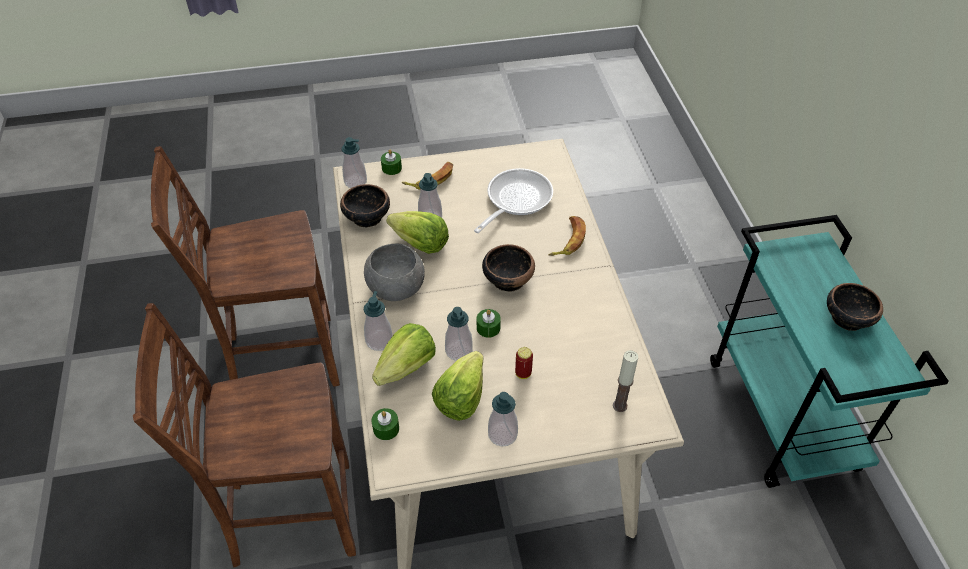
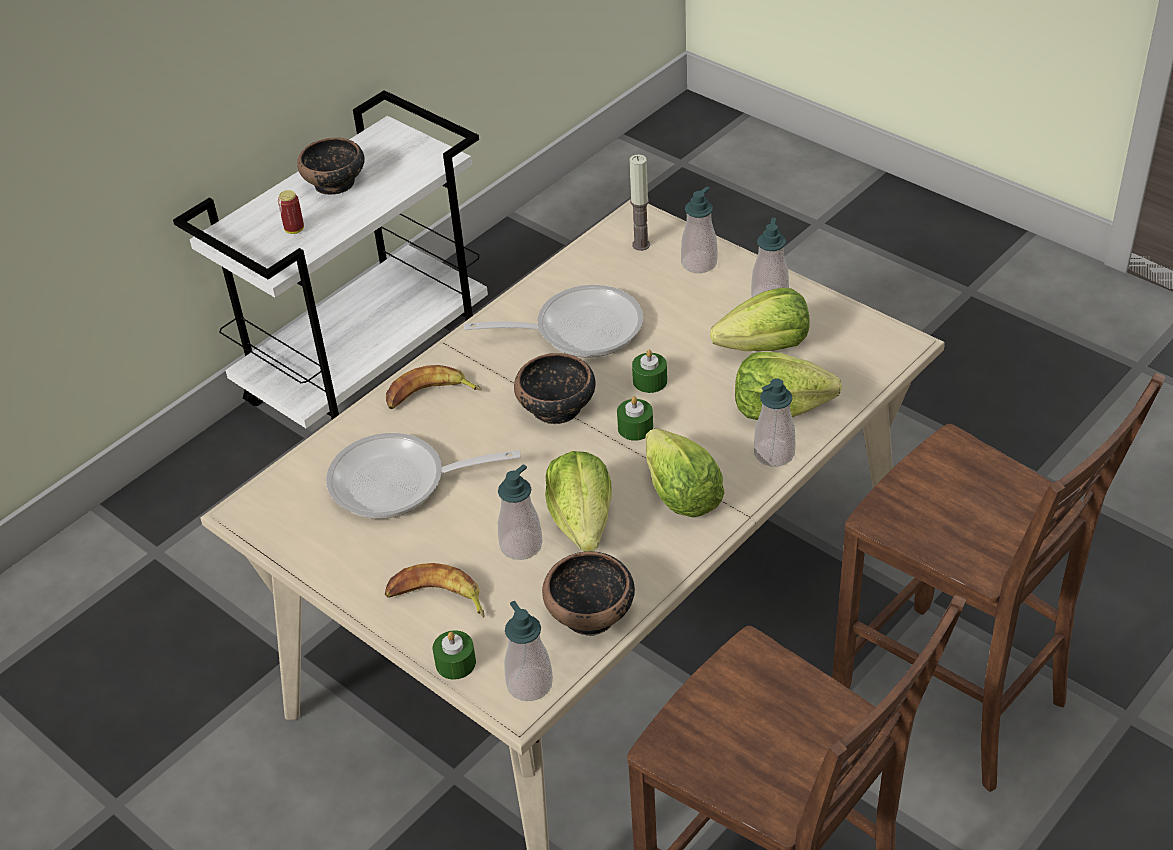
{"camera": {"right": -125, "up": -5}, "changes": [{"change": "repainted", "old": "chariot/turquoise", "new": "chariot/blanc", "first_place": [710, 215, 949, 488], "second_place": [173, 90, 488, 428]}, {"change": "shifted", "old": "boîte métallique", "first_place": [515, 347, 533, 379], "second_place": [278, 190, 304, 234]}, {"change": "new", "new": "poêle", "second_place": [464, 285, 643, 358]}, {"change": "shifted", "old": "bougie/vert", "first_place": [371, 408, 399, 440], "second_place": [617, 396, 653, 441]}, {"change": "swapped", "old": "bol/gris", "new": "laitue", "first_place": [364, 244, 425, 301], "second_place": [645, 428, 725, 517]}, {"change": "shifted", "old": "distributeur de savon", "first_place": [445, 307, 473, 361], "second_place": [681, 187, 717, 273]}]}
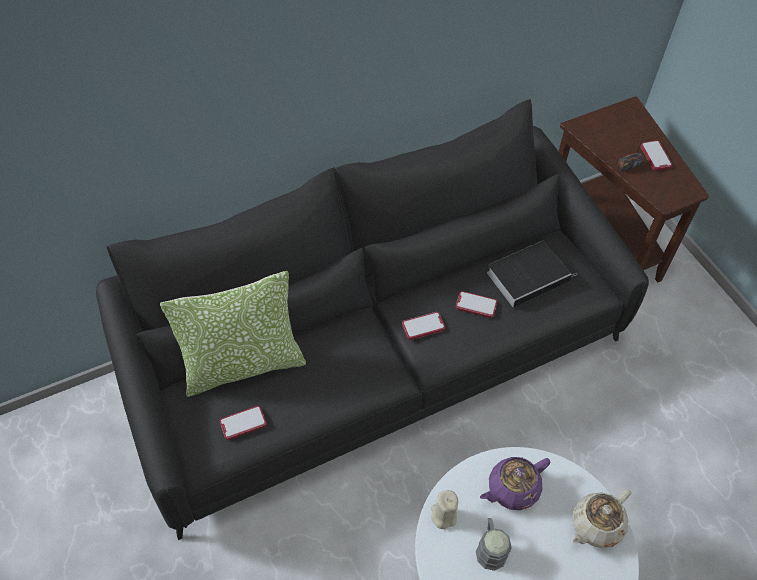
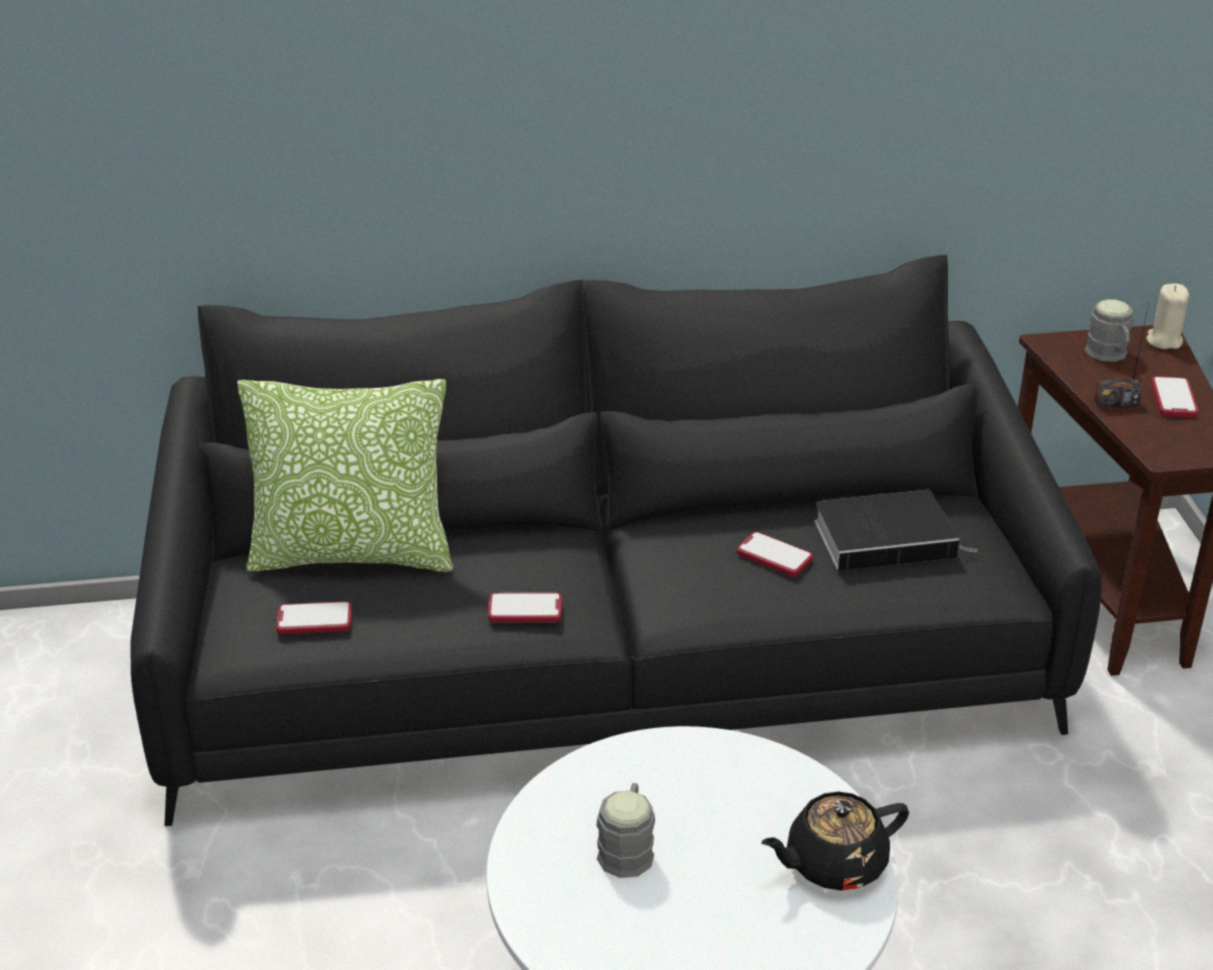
{"camera": {"right": 20, "up": -20}, "changes": [{"change": "shifted", "old": "téléphone", "first_place": [402, 312, 445, 340], "second_place": [488, 593, 562, 623]}, {"change": "repainted", "old": "théière/beige", "new": "théière/noir", "first_place": [572, 489, 631, 548], "second_place": [761, 792, 909, 891]}, {"change": "new", "new": "mug/gris", "second_place": [1085, 299, 1134, 362]}, {"change": "shifted", "old": "bougie/beige", "first_place": [431, 490, 458, 529], "second_place": [1146, 283, 1189, 349]}, {"change": "gone", "old": "théière/violet", "first_place": [480, 457, 551, 510]}]}
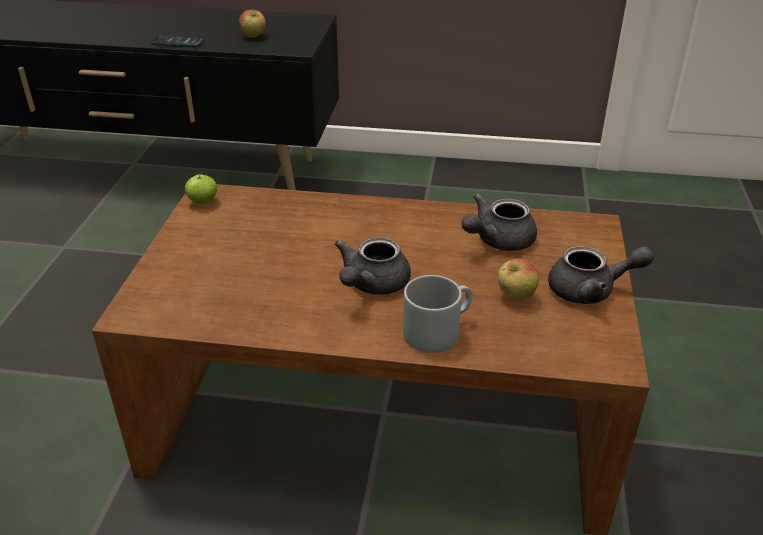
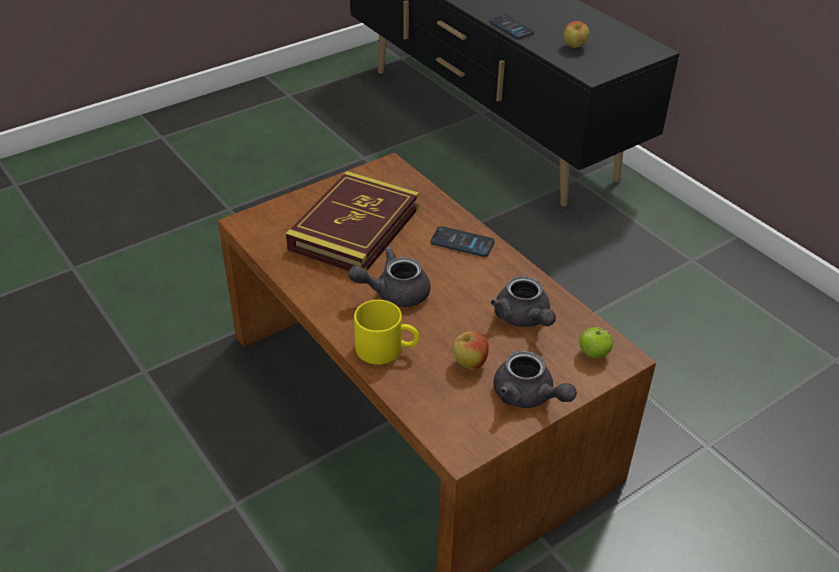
{"camera": {"right": 45, "up": 5}, "changes": [{"change": "new", "new": "livre", "second_place": [286, 171, 419, 272]}, {"change": "repainted", "old": "mug/gris", "new": "mug/jaune", "first_place": [403, 275, 472, 353], "second_place": [354, 300, 419, 364]}, {"change": "new", "new": "téléphone", "second_place": [431, 226, 495, 257]}, {"change": "rotated", "old": "théière/gris", "first_place": [462, 194, 537, 251], "second_place": [491, 276, 556, 327], "degrees": -120}, {"change": "shifted", "old": "pomme", "first_place": [185, 171, 217, 204], "second_place": [579, 327, 613, 358]}]}
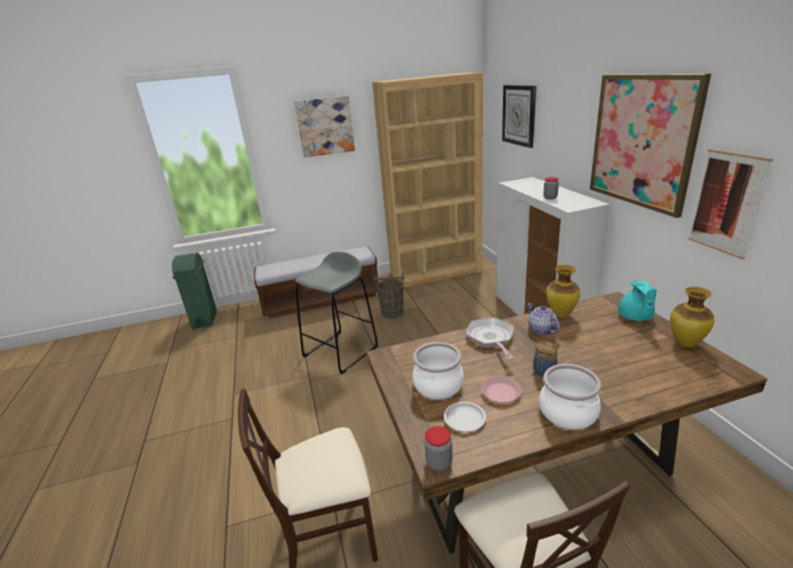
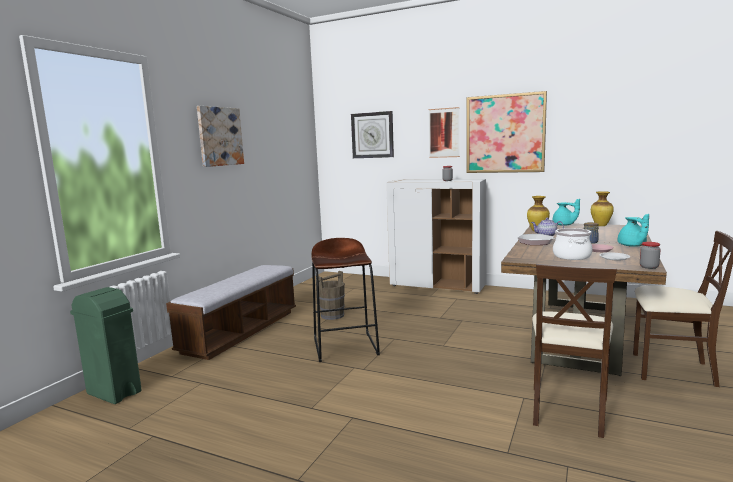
{"camera": {"right": -50, "up": -15}, "changes": [{"change": "repainted", "old": "tabouret/gris", "new": "tabouret/marron", "first_place": [295, 252, 378, 374], "second_place": [311, 238, 380, 362]}, {"change": "shifted", "old": "tableau", "first_place": [688, 149, 773, 259], "second_place": [428, 107, 460, 158]}, {"change": "swapped", "old": "marmite", "new": "théière/turquoise", "first_place": [539, 364, 601, 429], "second_place": [618, 214, 649, 247]}, {"change": "gone", "old": "bibliothèque/marron", "first_place": [372, 72, 483, 288]}]}
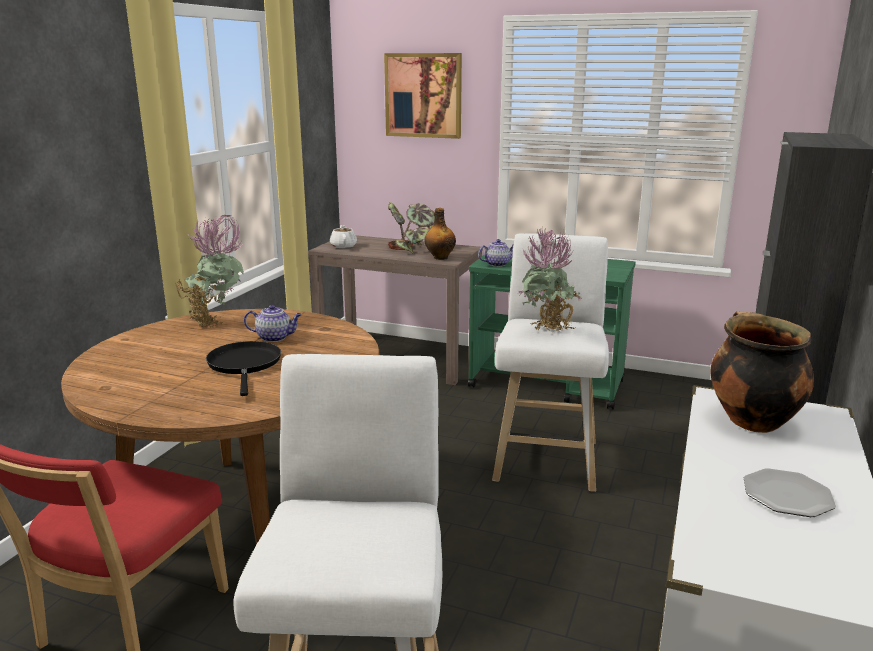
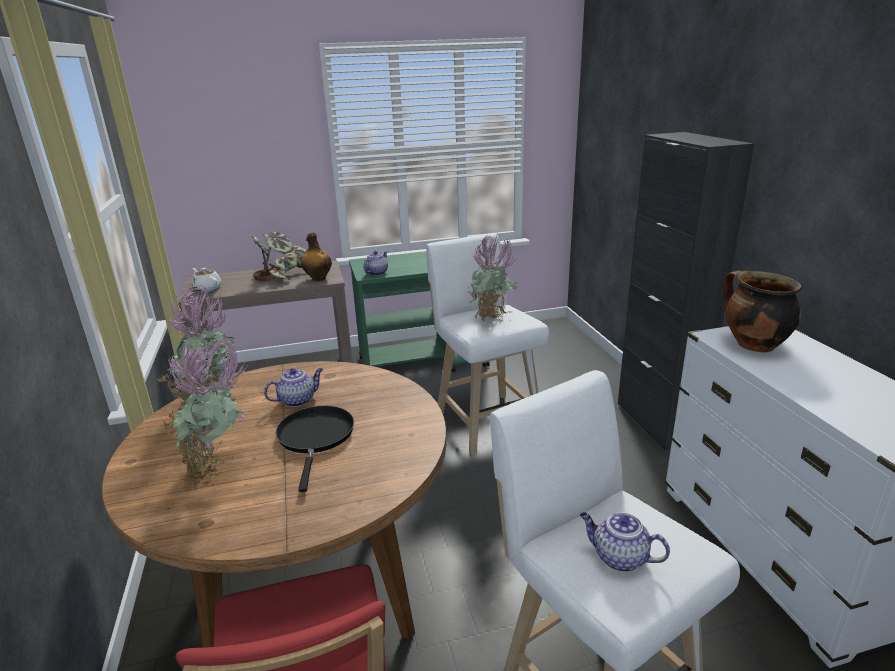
{"camera": {"right": -35, "up": 5}, "changes": [{"change": "new", "new": "plante en pot", "second_place": [163, 336, 249, 483]}, {"change": "rotated", "old": "poêle/noir", "first_place": [206, 341, 281, 396], "second_place": [276, 406, 354, 492], "degrees": 45}, {"change": "new", "new": "théière", "second_place": [580, 512, 670, 572]}, {"change": "gone", "old": "tableau", "first_place": [384, 53, 462, 139]}, {"change": "gone", "old": "assiette", "first_place": [744, 468, 836, 517]}]}
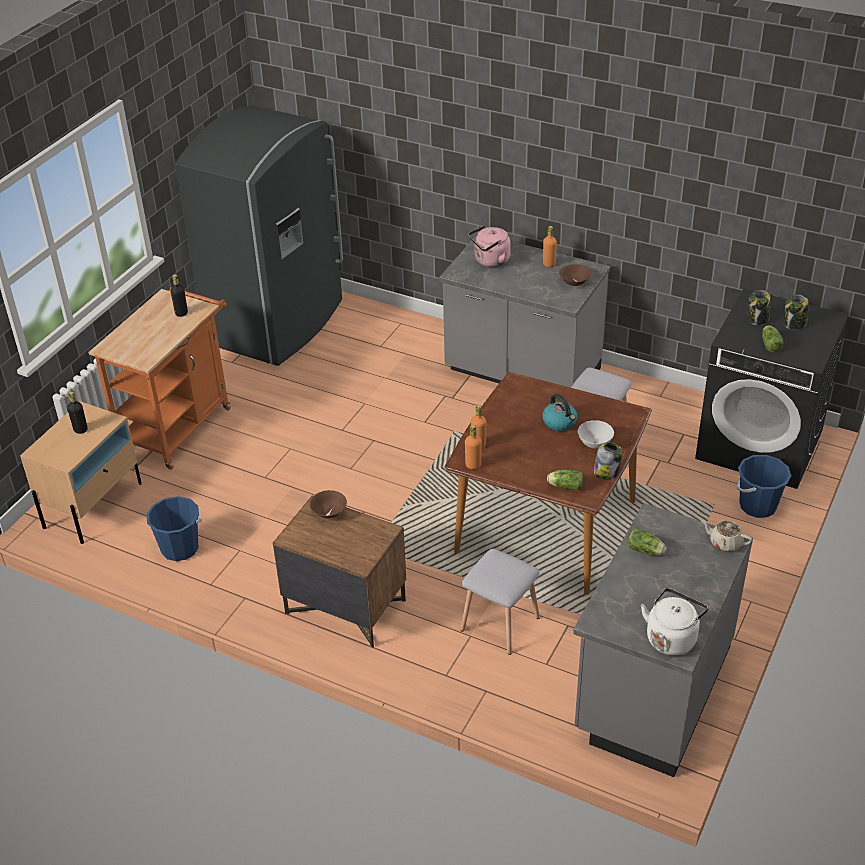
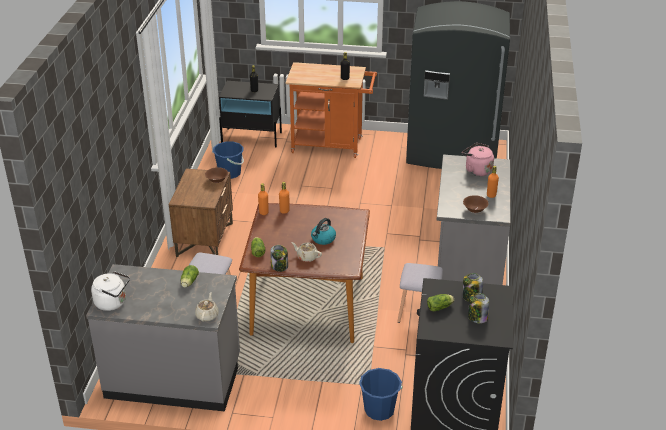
{"camera": {"right": 70, "up": -5}, "changes": [{"change": "repainted", "old": "table de chevet/beige", "new": "table de chevet/noir", "first_place": [20, 401, 142, 544], "second_place": [219, 81, 282, 147]}, {"change": "swapped", "old": "bol/blanc", "new": "théière/beige", "first_place": [578, 420, 614, 449], "second_place": [291, 242, 322, 262]}]}
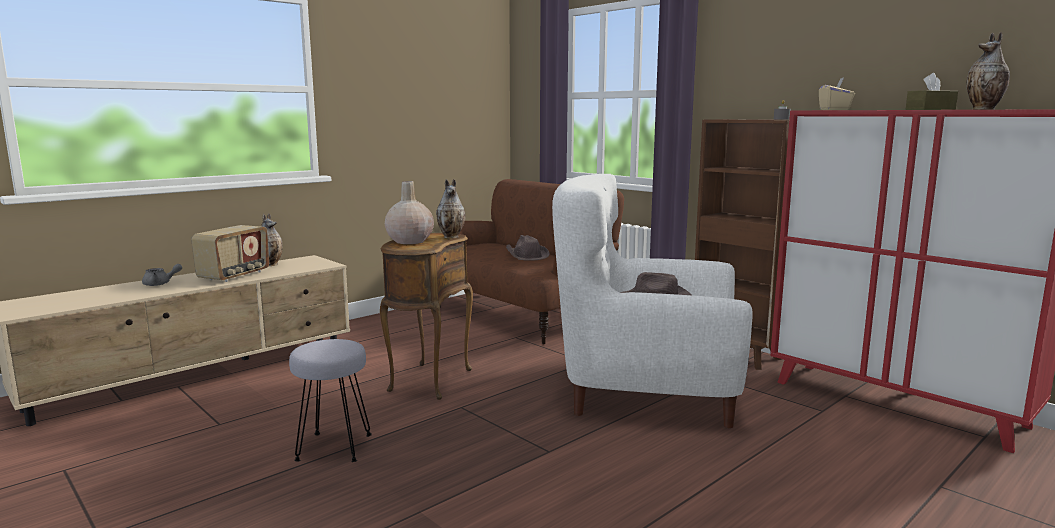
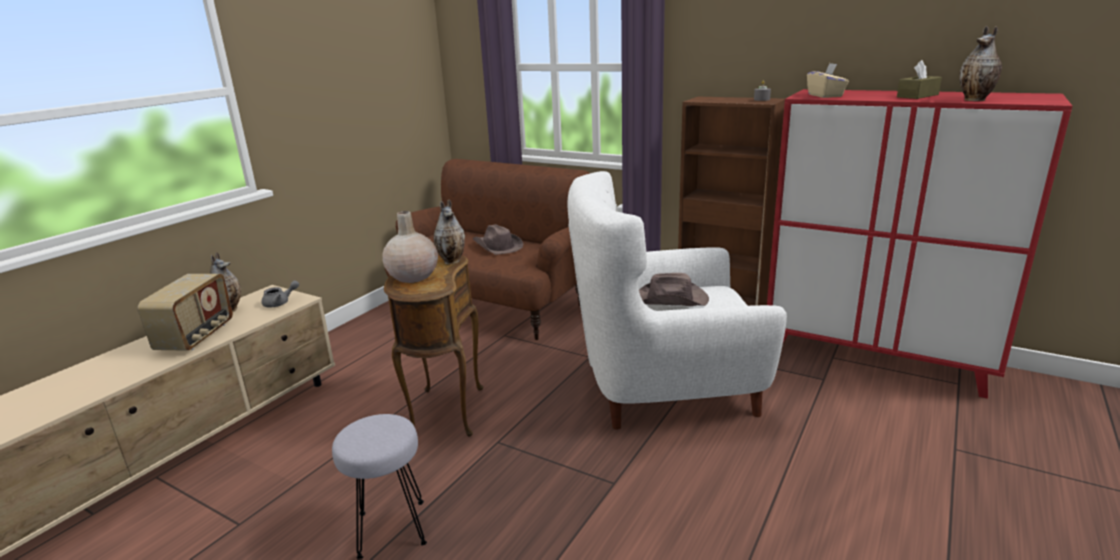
{"camera": {"right": -15, "up": 10}, "changes": [{"change": "shifted", "old": "théière/gris", "first_place": [142, 264, 182, 286], "second_place": [262, 280, 299, 307]}]}
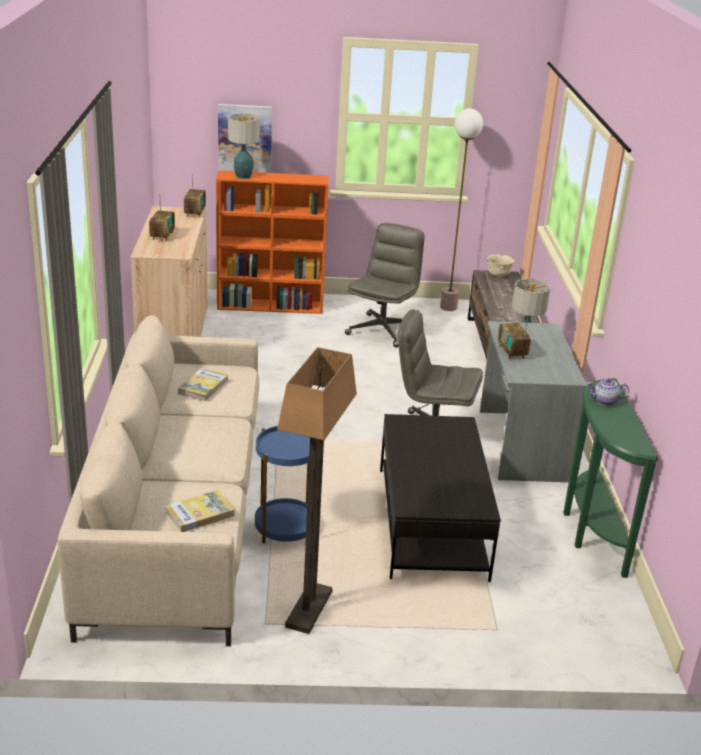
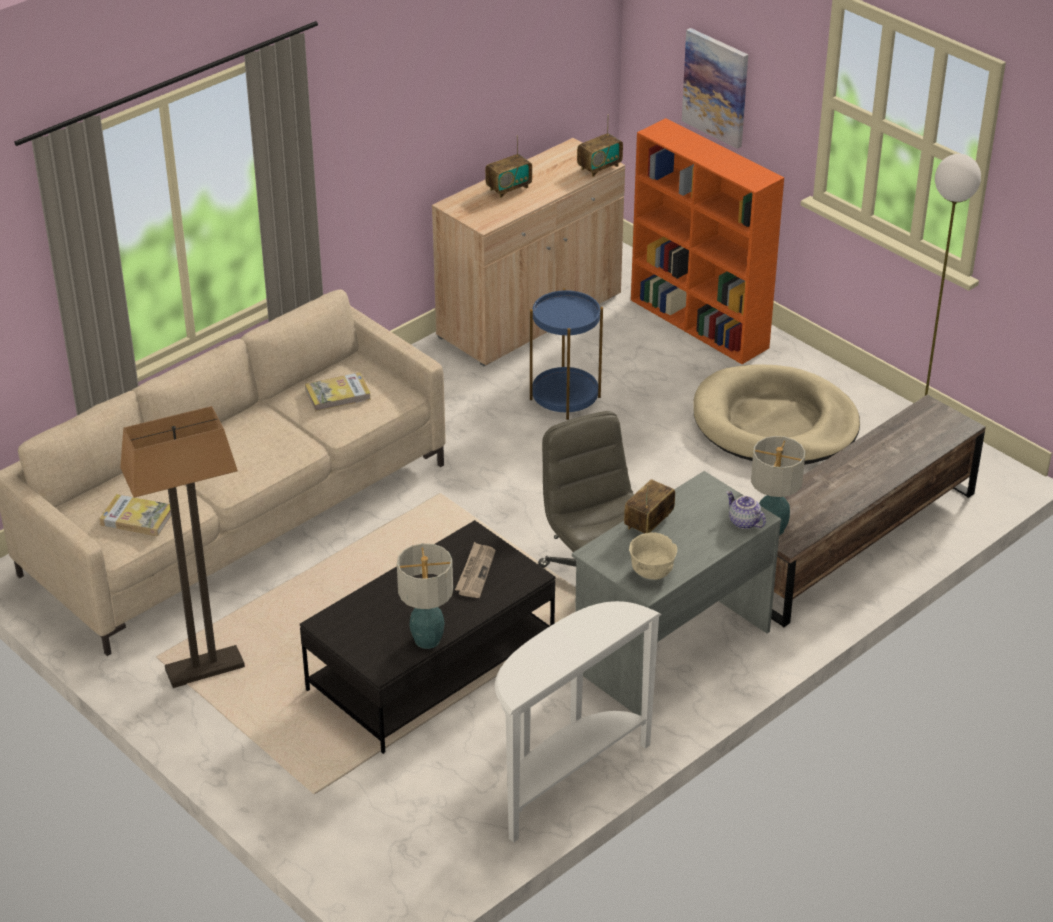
{"camera": {"right": 50, "up": 10}, "changes": [{"change": "shifted", "old": "lampe de table", "first_place": [228, 113, 260, 179], "second_place": [397, 543, 453, 649]}, {"change": "new", "new": "journal", "second_place": [455, 542, 496, 598]}, {"change": "repainted", "old": "table console/vert", "new": "table console/blanc", "first_place": [563, 378, 658, 578], "second_place": [495, 601, 662, 843]}, {"change": "shifted", "old": "table d'appoint/bleu", "first_place": [255, 426, 310, 543], "second_place": [530, 288, 603, 420]}, {"change": "shifted", "old": "bol/beige", "first_place": [487, 254, 515, 277], "second_place": [629, 532, 677, 580]}, {"change": "swapped", "old": "chaise de bureau/gris", "new": "panier pour chien/beige", "first_place": [345, 223, 425, 348], "second_place": [693, 364, 860, 465]}, {"change": "shifted", "old": "théière", "first_place": [587, 378, 629, 406], "second_place": [726, 491, 766, 529]}]}
